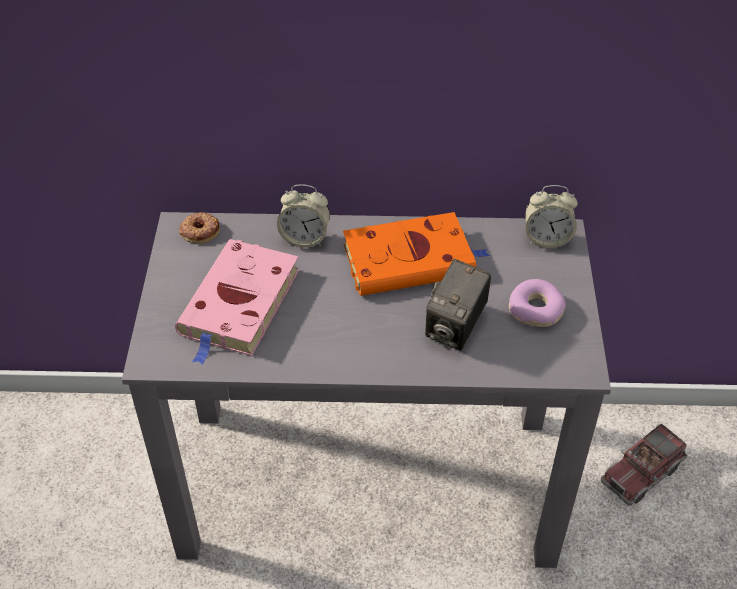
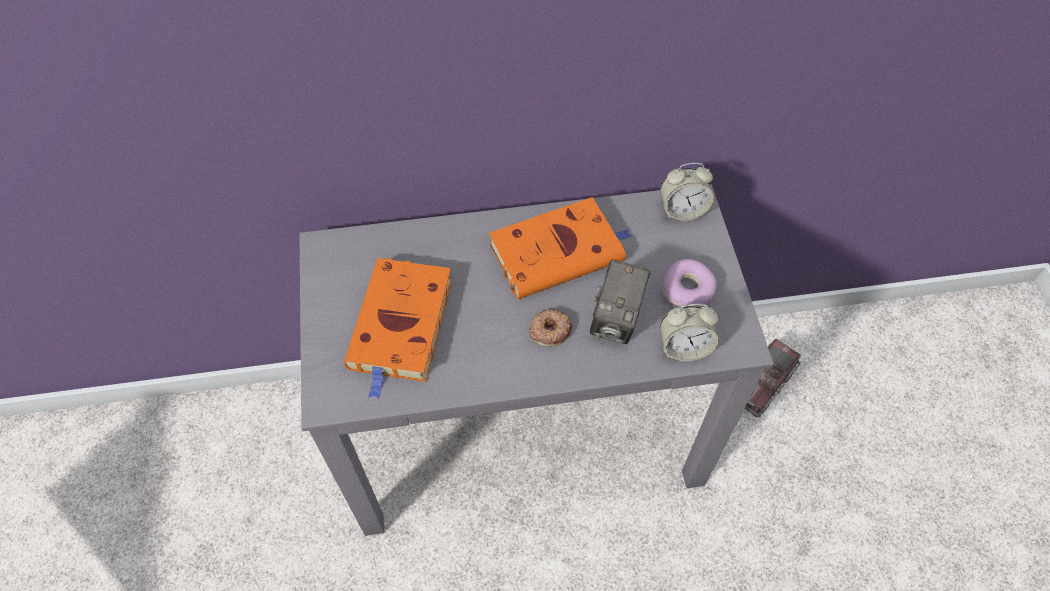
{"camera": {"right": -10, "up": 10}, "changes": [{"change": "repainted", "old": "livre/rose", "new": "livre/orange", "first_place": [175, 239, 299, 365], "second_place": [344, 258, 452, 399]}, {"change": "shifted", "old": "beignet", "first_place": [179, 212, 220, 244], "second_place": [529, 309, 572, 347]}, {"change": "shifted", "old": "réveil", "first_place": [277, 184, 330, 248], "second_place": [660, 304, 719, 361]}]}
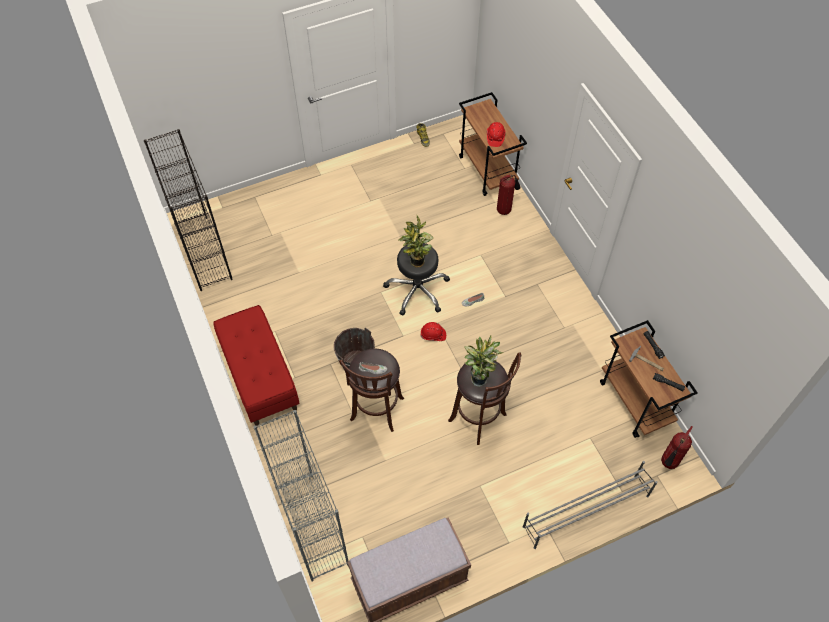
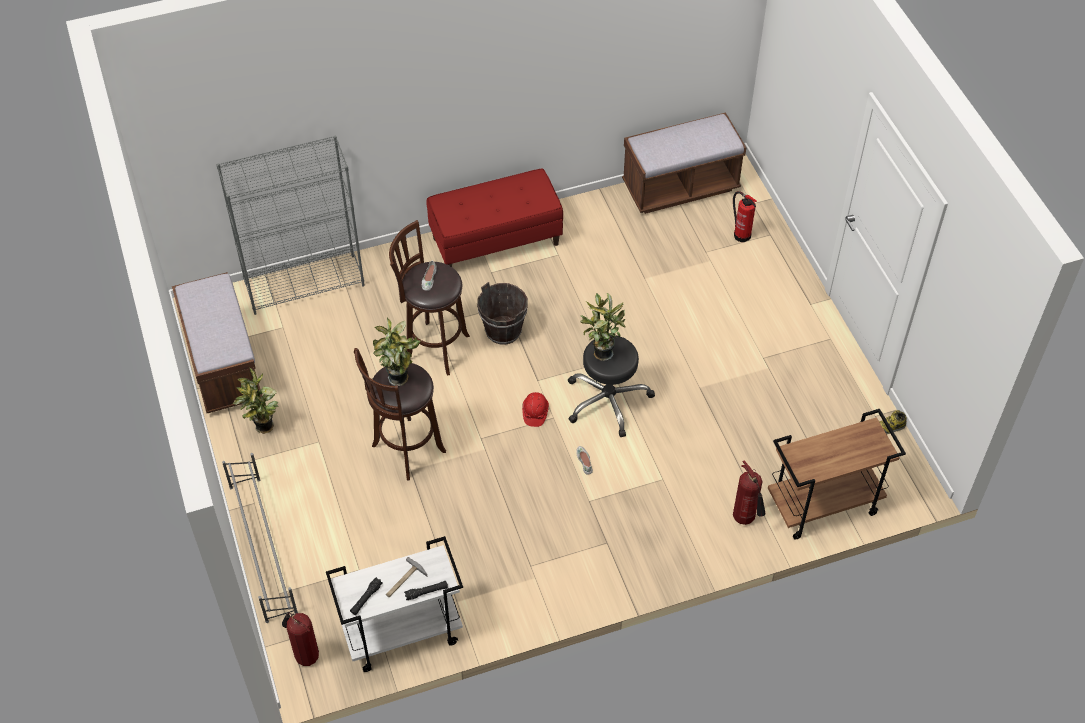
{"camera": {"right": 95, "up": -5}, "changes": [{"change": "new", "new": "plante en pot", "second_place": [232, 367, 279, 434]}, {"change": "repainted", "old": "chariot/marron", "new": "chariot/blanc", "first_place": [600, 320, 698, 438], "second_place": [326, 536, 463, 672]}, {"change": "swapped", "old": "bibliothèque/noir", "new": "banc/marron", "first_place": [144, 129, 233, 291], "second_place": [622, 112, 746, 214]}, {"change": "new", "new": "extincteur", "second_place": [733, 191, 757, 242]}, {"change": "gone", "old": "casque de chantier/rouge", "first_place": [487, 122, 506, 147]}]}
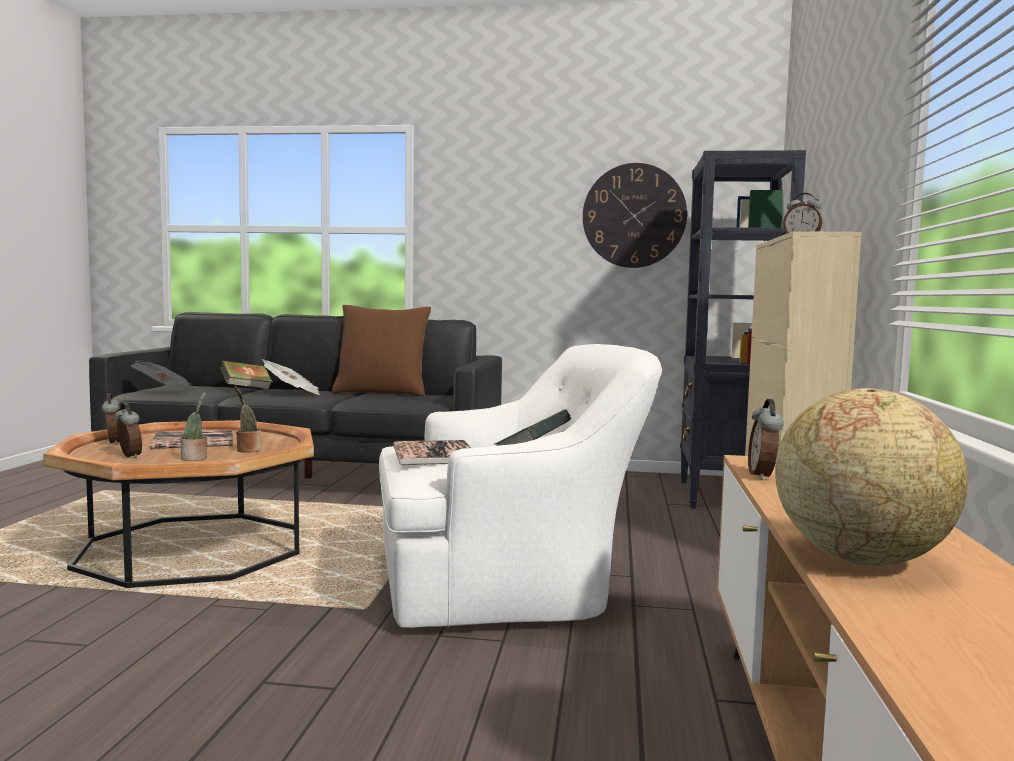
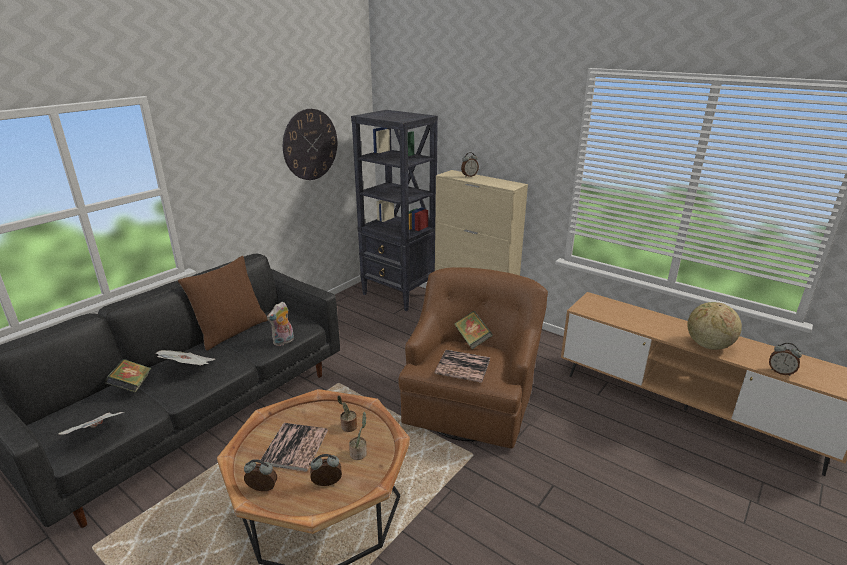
{"camera": {"right": -60, "up": 20}, "changes": [{"change": "new", "new": "peluche", "second_place": [267, 302, 294, 346]}, {"change": "repainted", "old": "fauteuil/blanc", "new": "fauteuil/marron", "first_place": [379, 344, 662, 628], "second_place": [398, 267, 548, 448]}, {"change": "shifted", "old": "réveil", "first_place": [748, 399, 784, 480], "second_place": [769, 343, 802, 376]}]}
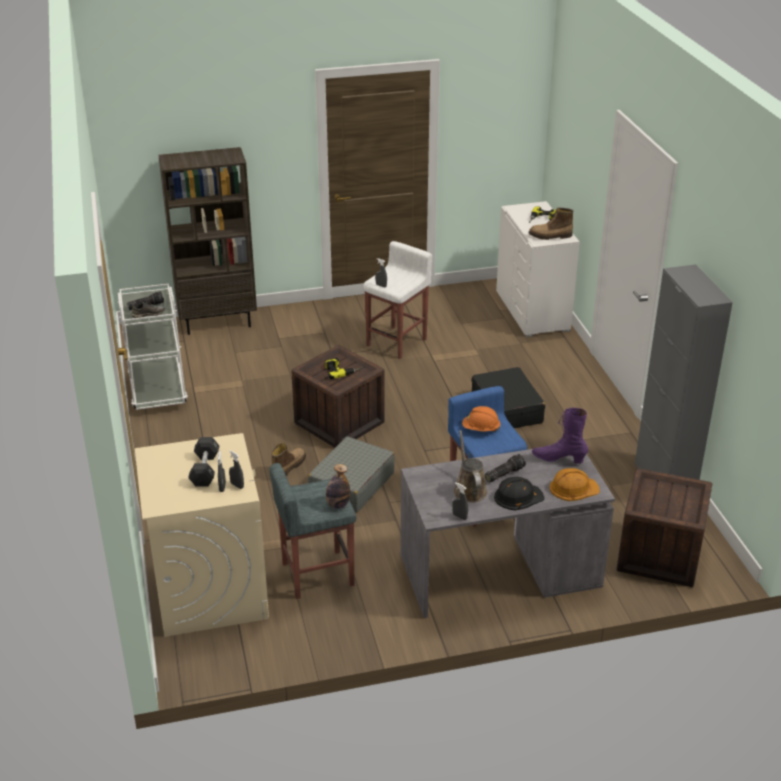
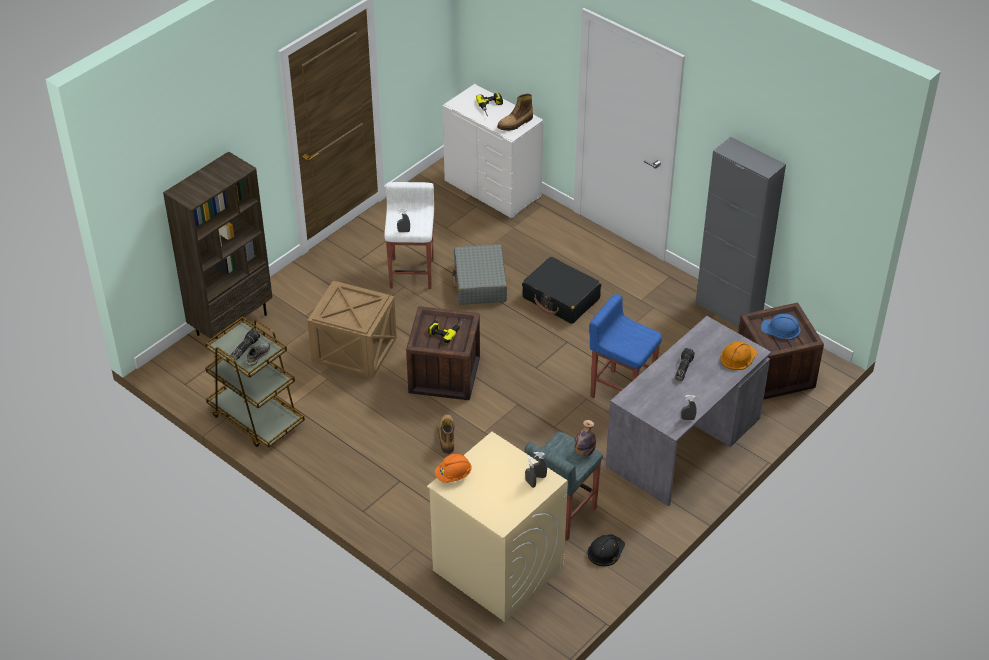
{"camera": {"right": -35, "up": 10}, "changes": [{"change": "repainted", "old": "chariot/blanc", "new": "chariot/marron", "first_place": [117, 284, 188, 410], "second_place": [205, 317, 305, 447]}, {"change": "new", "new": "caisse", "second_place": [307, 281, 397, 378]}, {"change": "shifted", "old": "casque de chantier/orange", "first_place": [462, 406, 501, 431], "second_place": [435, 454, 472, 483]}, {"change": "shifted", "old": "valise/gris", "first_place": [308, 437, 395, 513], "second_place": [452, 244, 507, 305]}, {"change": "shifted", "old": "casque de chantier/noir", "first_place": [494, 477, 545, 510], "second_place": [588, 534, 625, 566]}, {"change": "new", "new": "casque de chantier/bleu", "second_place": [761, 314, 801, 340]}, {"change": "gone", "old": "haltère/noir", "first_place": [188, 437, 219, 487]}, {"change": "gone", "old": "arrosoir/marron", "first_place": [454, 430, 487, 503]}, {"change": "gone", "old": "botte/violet", "first_place": [532, 408, 588, 464]}]}
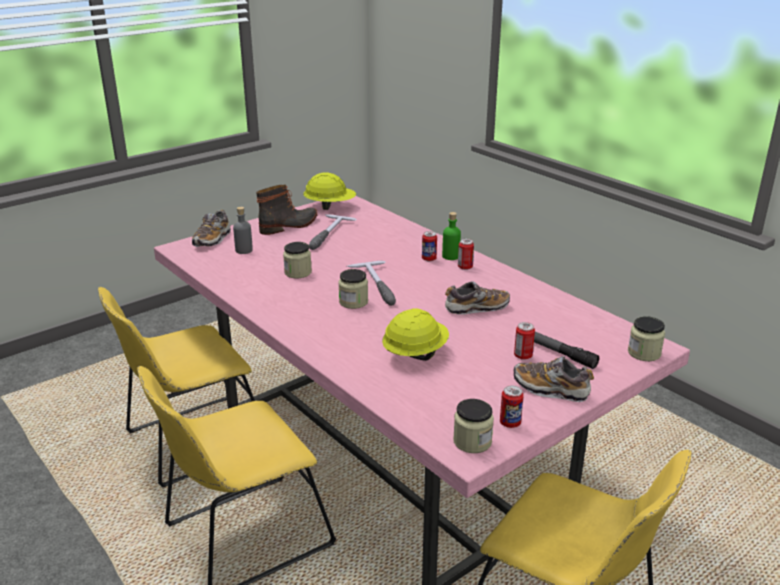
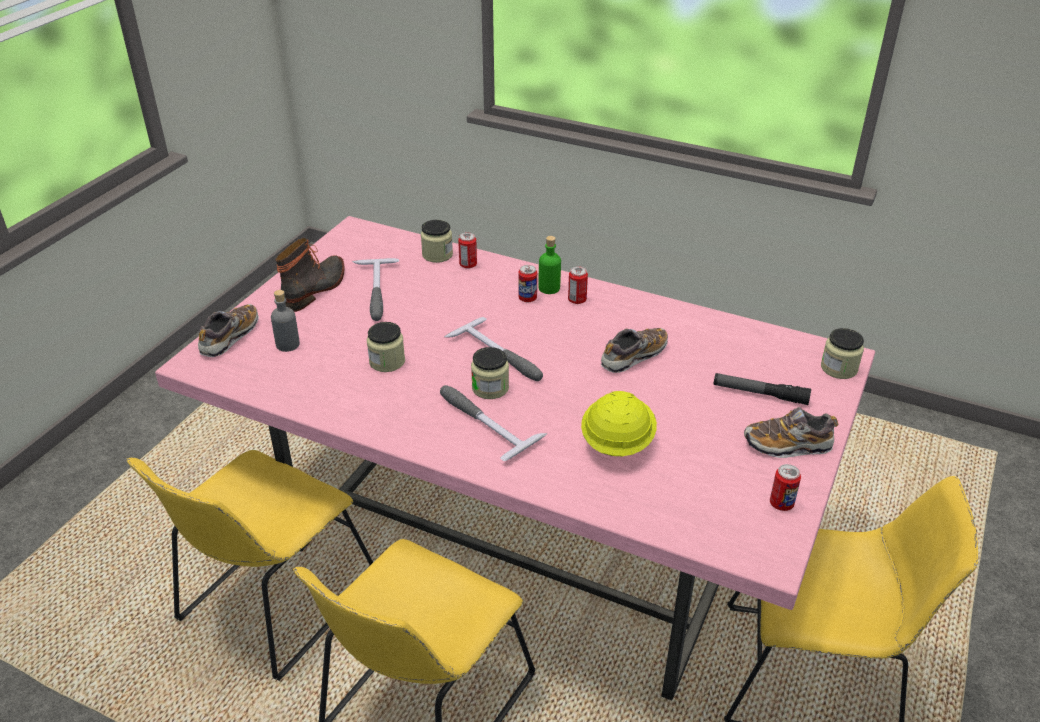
{"camera": {"right": -25, "up": 10}, "changes": [{"change": "rotated", "old": "chaussure", "first_place": [192, 210, 231, 247], "second_place": [198, 304, 259, 357], "degrees": -150}, {"change": "shifted", "old": "bocal", "first_place": [453, 399, 494, 453], "second_place": [421, 220, 453, 263]}, {"change": "new", "new": "marteau", "second_place": [440, 385, 548, 461]}, {"change": "shifted", "old": "boîte métallique", "first_place": [514, 322, 535, 360], "second_place": [458, 232, 477, 269]}, {"change": "gone", "old": "casque de chantier/jaune", "first_place": [303, 172, 356, 210]}]}
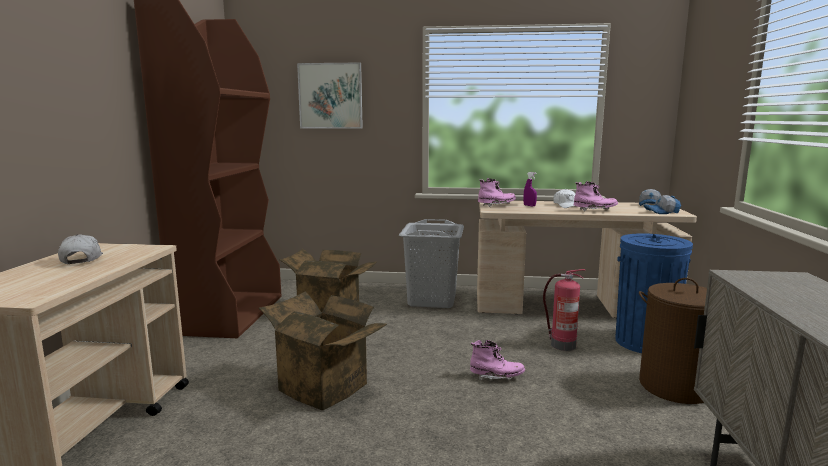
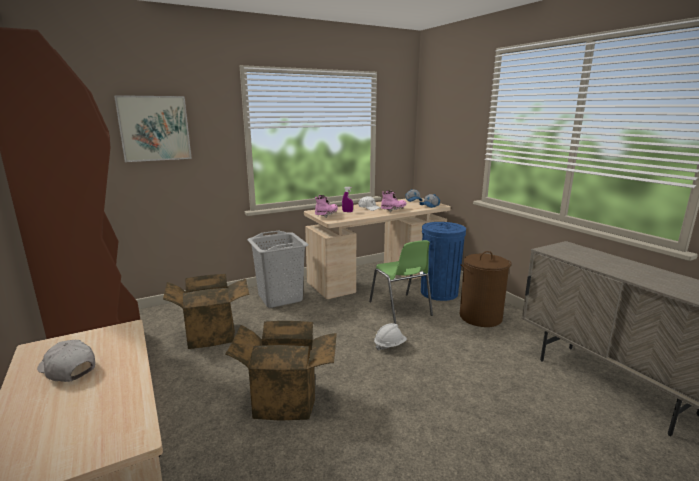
{"camera": {"right": -35, "up": 5}, "changes": [{"change": "swapped", "old": "extincteur", "new": "chaise/vert", "first_place": [543, 269, 586, 351], "second_place": [369, 240, 433, 324]}, {"change": "swapped", "old": "botte/rose", "new": "casque de chantier/blanc", "first_place": [470, 340, 525, 381], "second_place": [374, 323, 407, 350]}]}
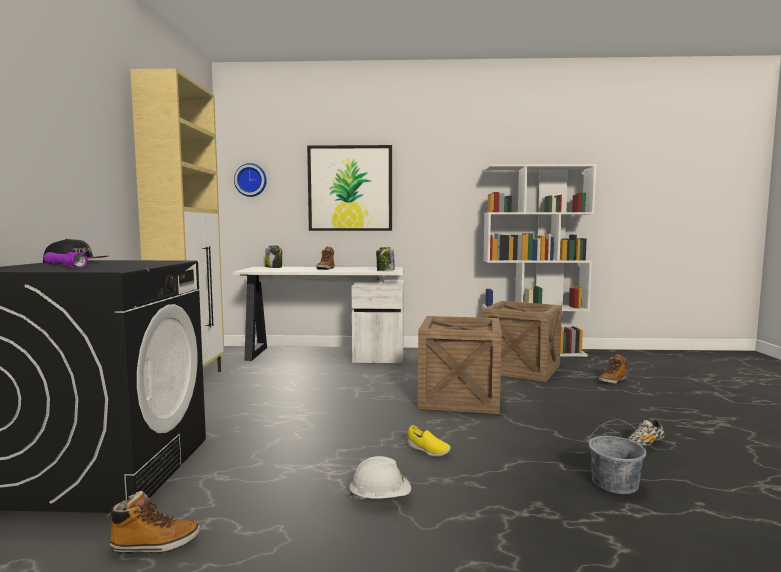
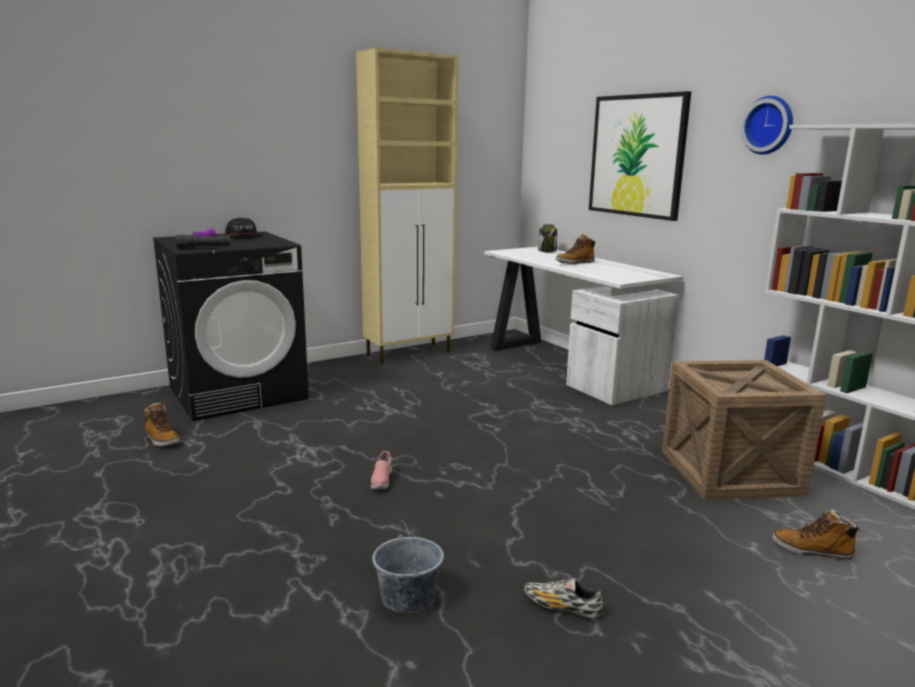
{"camera": {"right": 55, "up": 10}, "changes": [{"change": "new", "new": "lampe de poche/noir", "second_place": [175, 235, 230, 249]}, {"change": "repainted", "old": "chaussure/jaune", "new": "chaussure/rose", "first_place": [407, 425, 451, 457], "second_place": [371, 451, 392, 489]}, {"change": "shifted", "old": "horloge murale", "first_place": [234, 163, 267, 197], "second_place": [741, 96, 793, 155]}, {"change": "gone", "old": "casque de chantier/blanc", "first_place": [349, 456, 411, 501]}, {"change": "gone", "old": "bocal", "first_place": [376, 247, 395, 271]}, {"change": "gone", "old": "caisse", "first_place": [418, 316, 502, 414]}]}
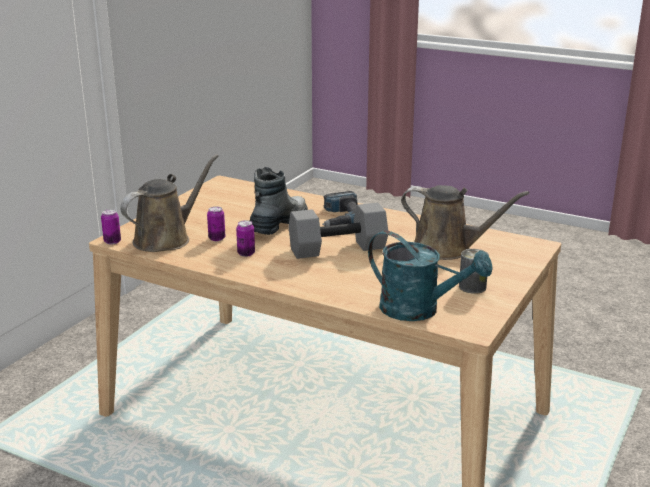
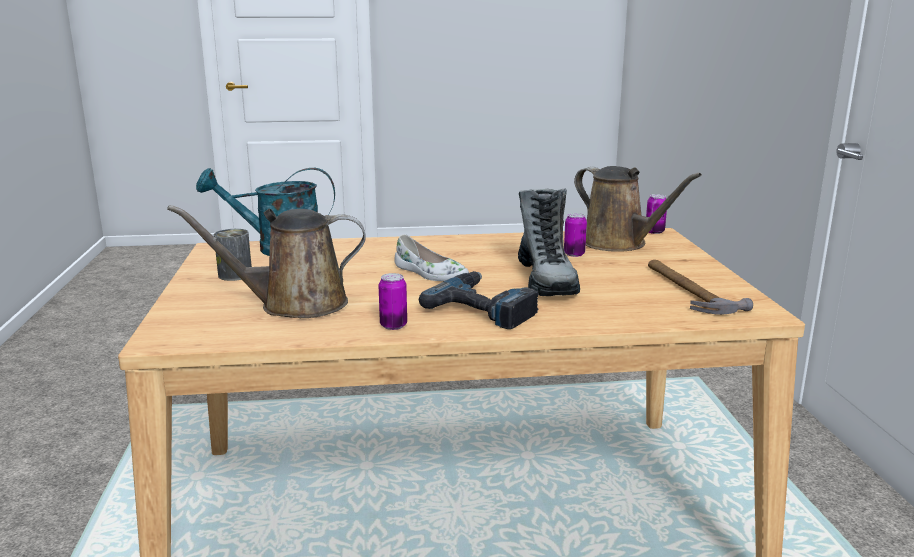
{"camera": {"right": 145, "up": -5}, "changes": [{"change": "shifted", "old": "boîte métallique", "first_place": [236, 220, 255, 257], "second_place": [378, 273, 407, 330]}, {"change": "swapped", "old": "haltère/gris", "new": "chaussure/blanc", "first_place": [288, 203, 388, 259], "second_place": [395, 234, 469, 281]}, {"change": "rotated", "old": "arrosoir/marron", "first_place": [120, 154, 219, 252], "second_place": [574, 166, 702, 252], "degrees": -45}, {"change": "new", "new": "marteau", "second_place": [648, 260, 753, 315]}]}
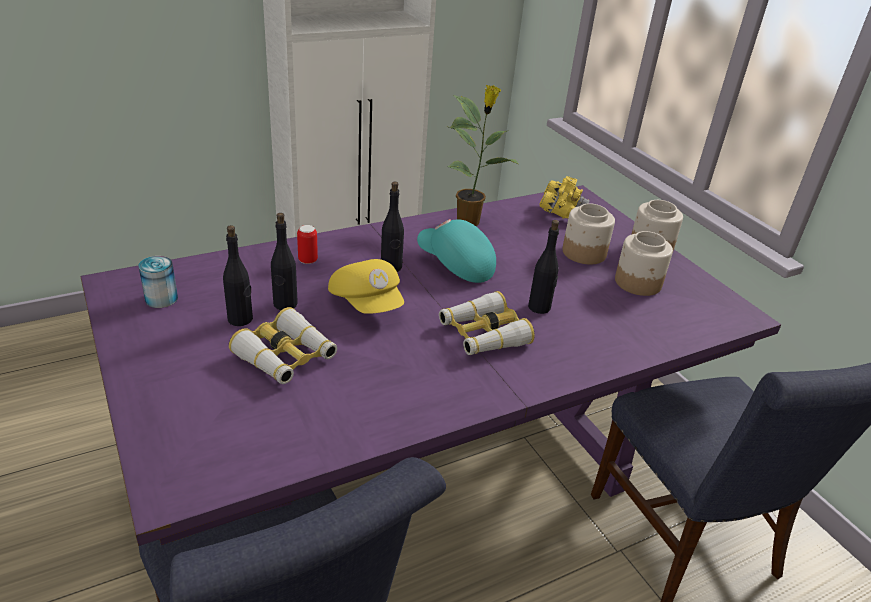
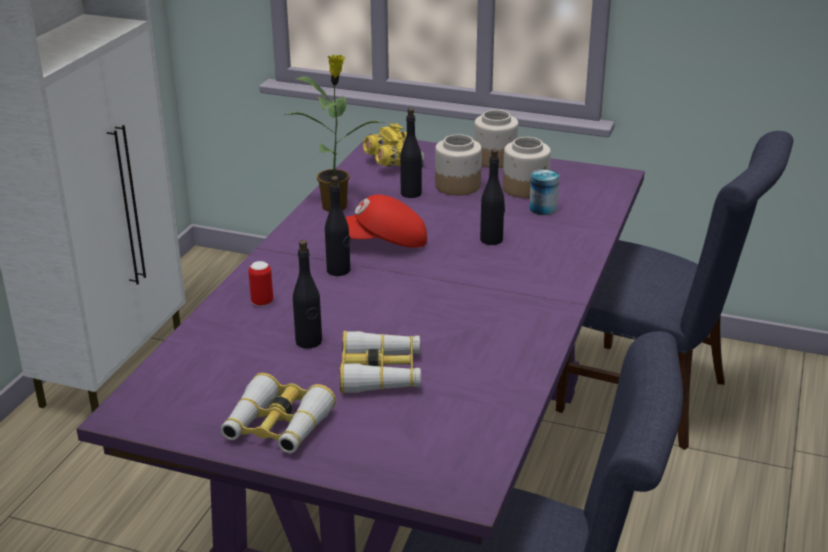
{"camera": {"right": -40, "up": -5}, "changes": [{"change": "shifted", "old": "jumelles", "first_place": [439, 291, 535, 355], "second_place": [221, 373, 336, 453]}, {"change": "repainted", "old": "casquette/turquoise", "new": "casquette/rouge", "first_place": [417, 219, 496, 283], "second_place": [345, 194, 427, 248]}, {"change": "shifted", "old": "bouteille/noir", "first_place": [223, 225, 253, 326], "second_place": [400, 108, 423, 198]}, {"change": "shifted", "old": "boîte métallique", "first_place": [138, 256, 178, 308], "second_place": [529, 169, 559, 215]}, {"change": "gone", "old": "casquette/jaune", "first_place": [328, 259, 404, 314]}]}
